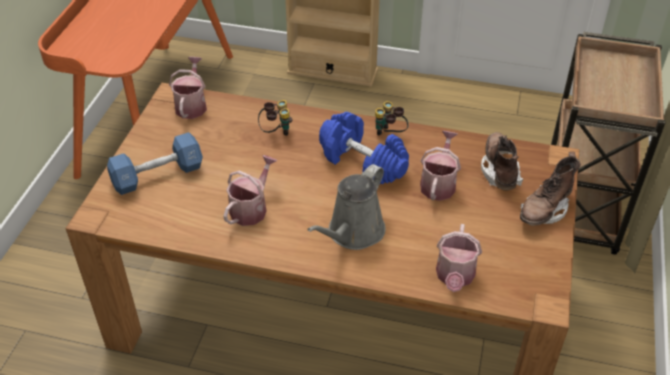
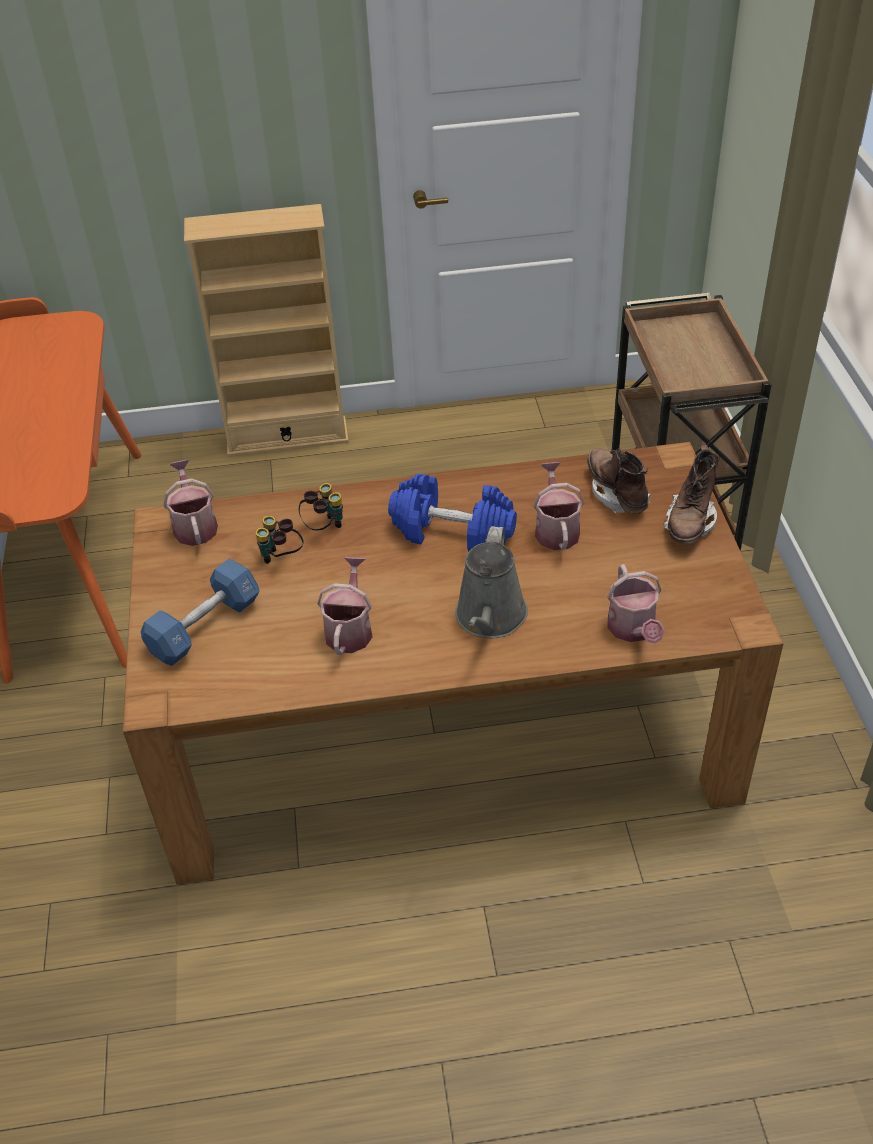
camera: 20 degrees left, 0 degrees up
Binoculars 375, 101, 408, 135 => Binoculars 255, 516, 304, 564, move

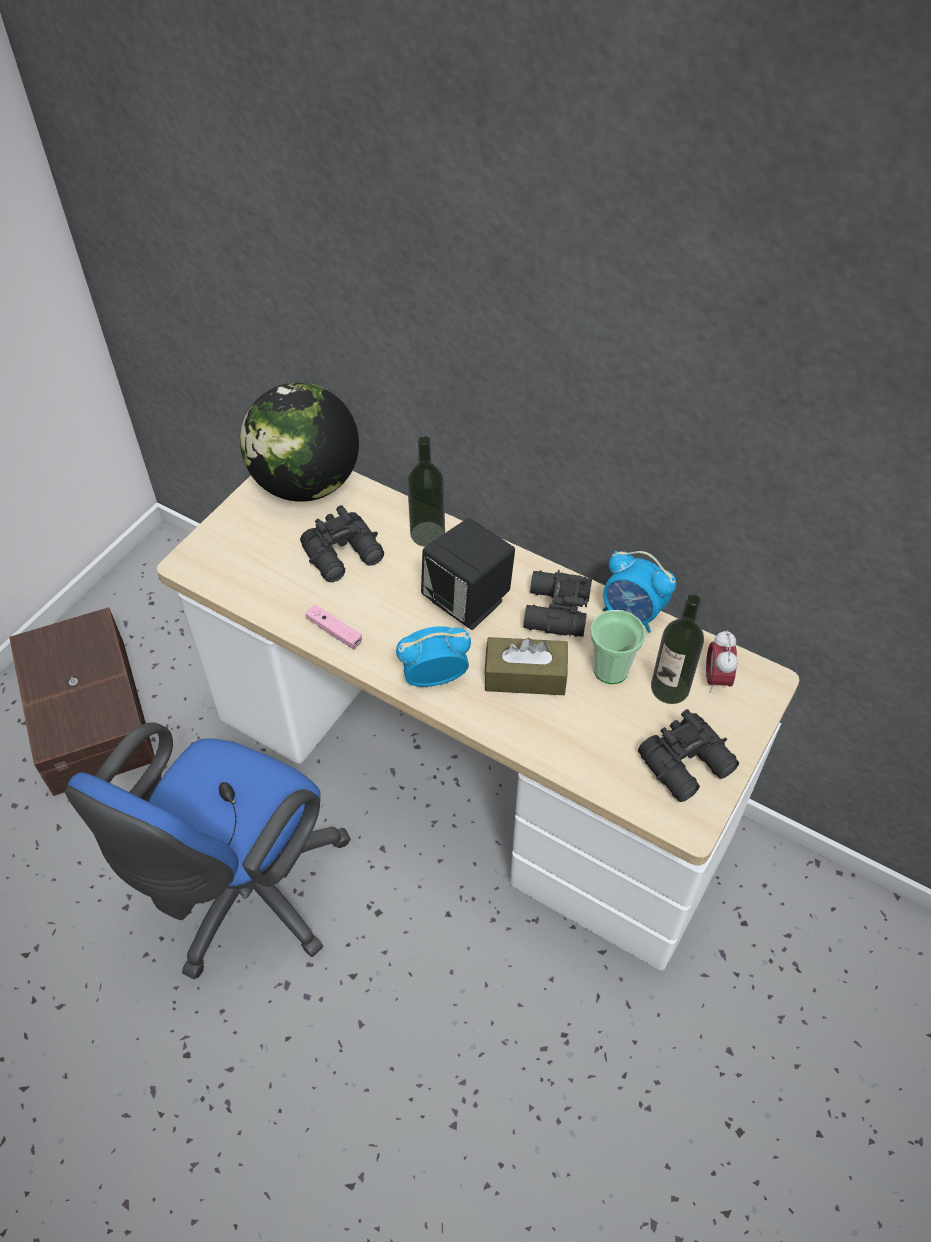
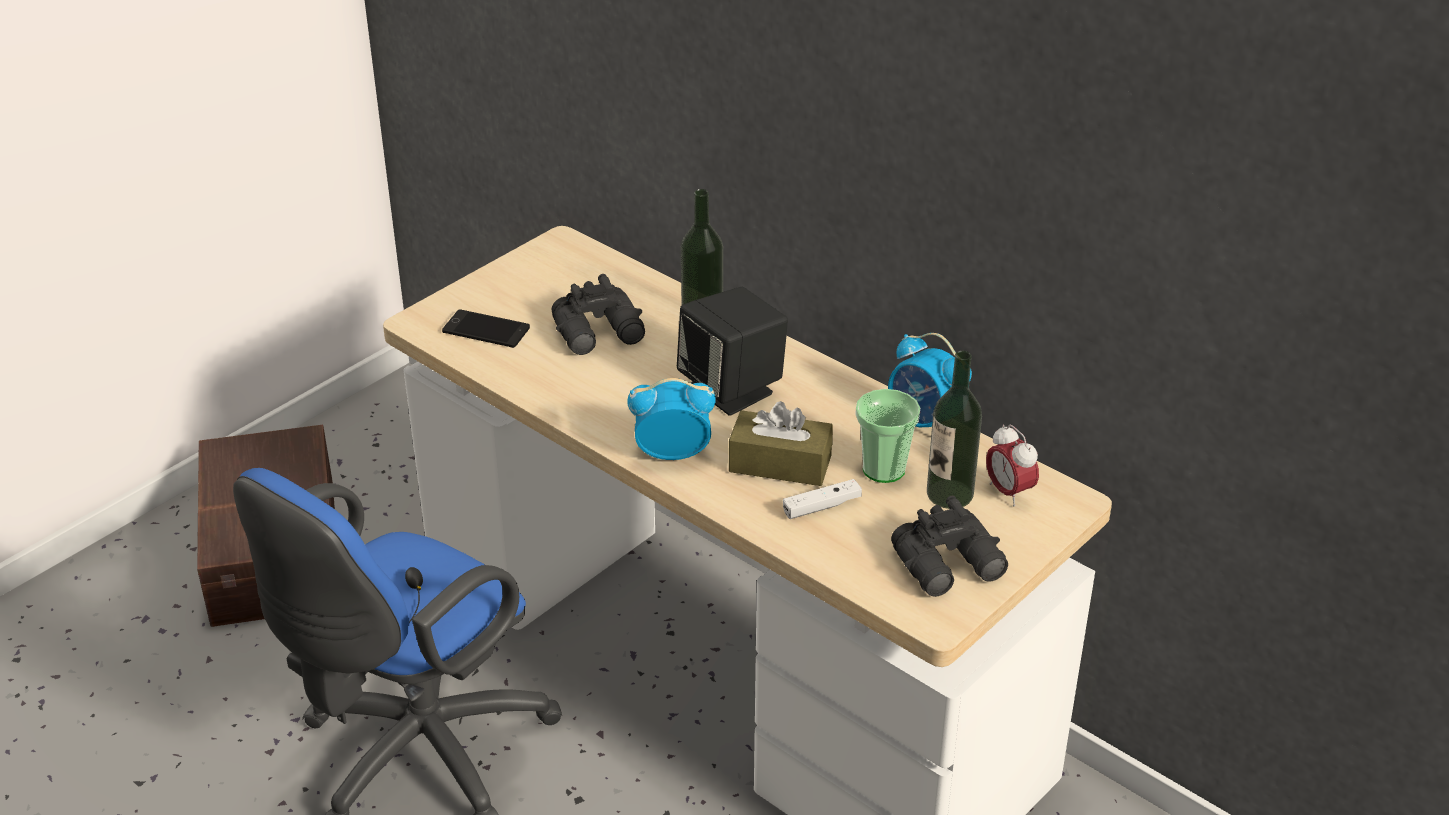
camera: 10 degrees right, 15 degrees down
Globe 240, 382, 359, 502 => nothing
PinkGameController 305, 605, 362, 649 => nothing
BlackBinoculars 523, 570, 592, 637 => nothing
AlarmClock 706, 630, 738, 693 => AlarmClock 986, 424, 1039, 506, 45 degrees counterclockwise
nothing => Phone 442, 310, 530, 348
nothing => WhiteGameController 783, 479, 862, 519

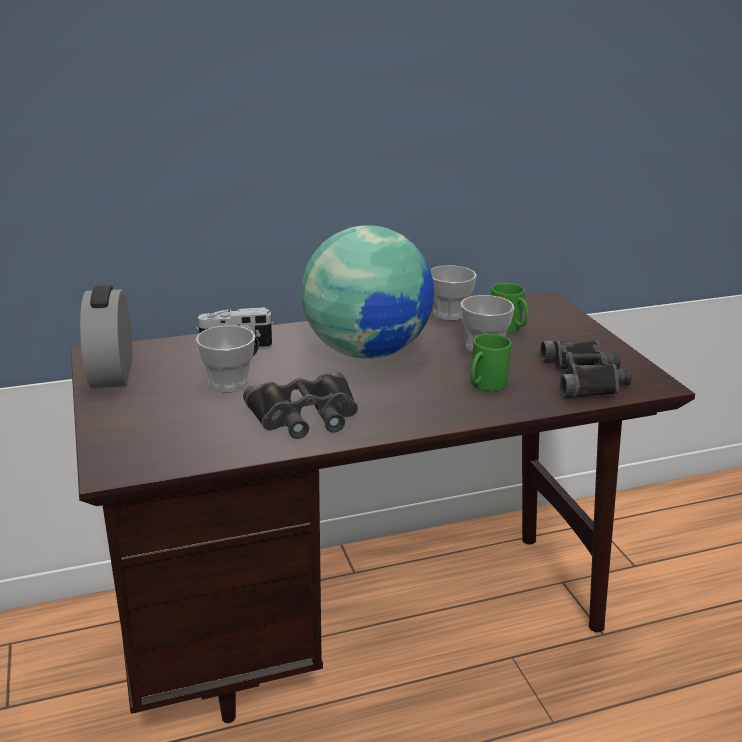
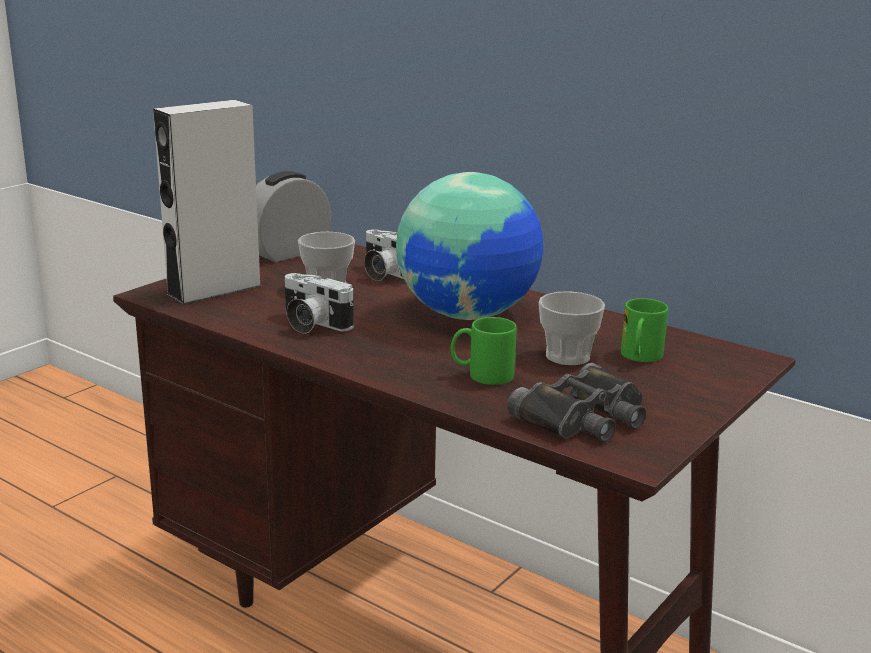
camera: 55 degrees right, 5 degrees down
BlackBinoculars 243, 372, 358, 439 => PhotoCamera 285, 273, 354, 334
Cup 430, 265, 477, 320 => nothing
nothing => GreySpeaker 153, 100, 262, 305

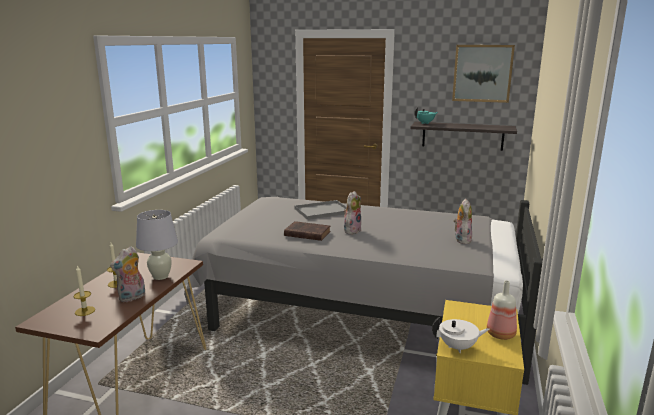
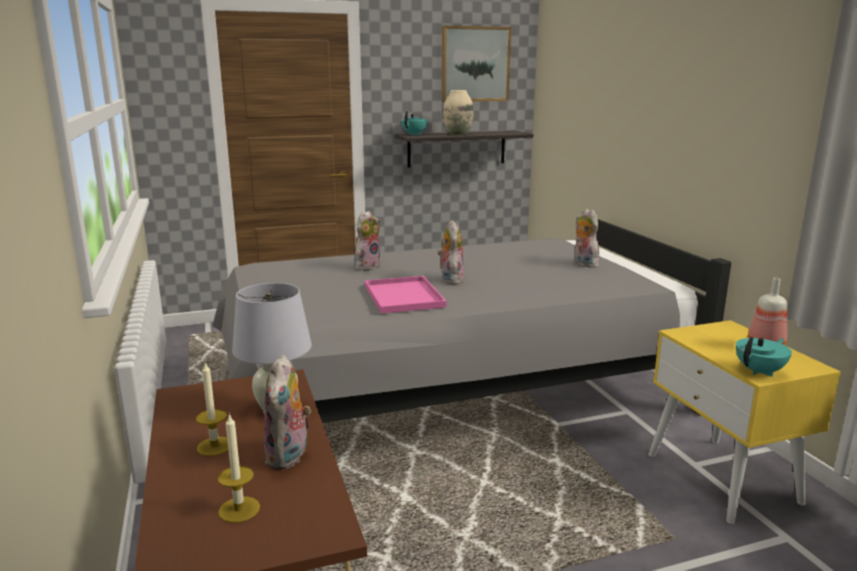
camera: 35 degrees left, 0 degrees up
BrownBook 284, 221, 331, 241 => PinkTray 365, 276, 447, 314
GreyTray 294, 200, 347, 220 => PlushToy 355, 211, 381, 271
WhiteTeapot 432, 317, 490, 353 => TurquoiseTeapot 736, 337, 792, 377
nothing => BeigeVase 443, 90, 474, 135

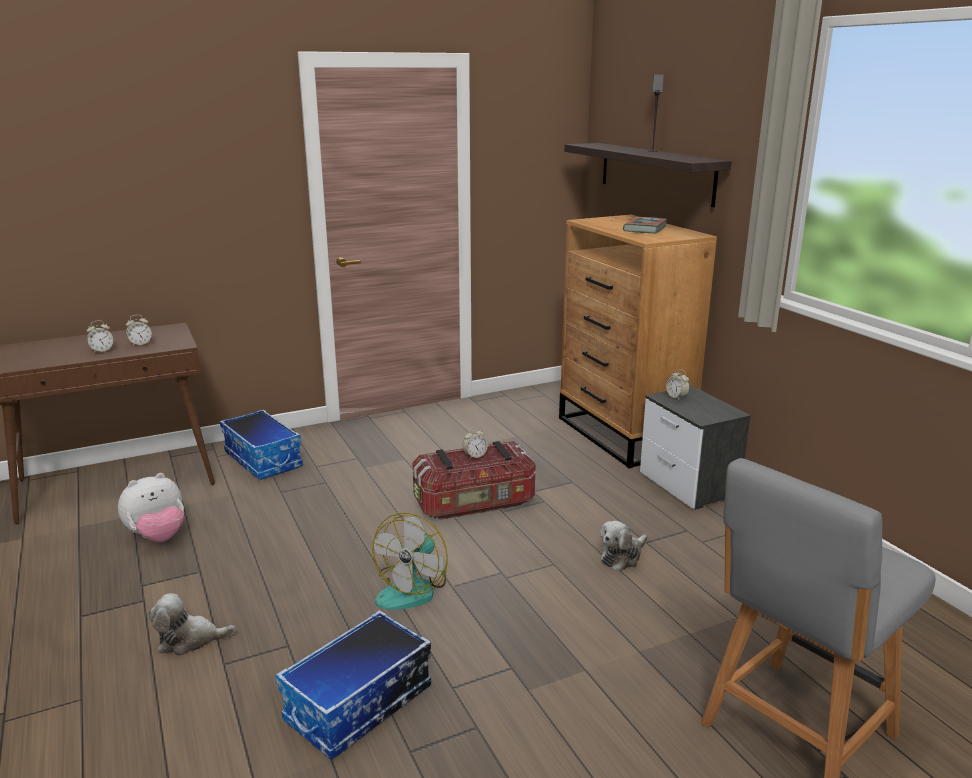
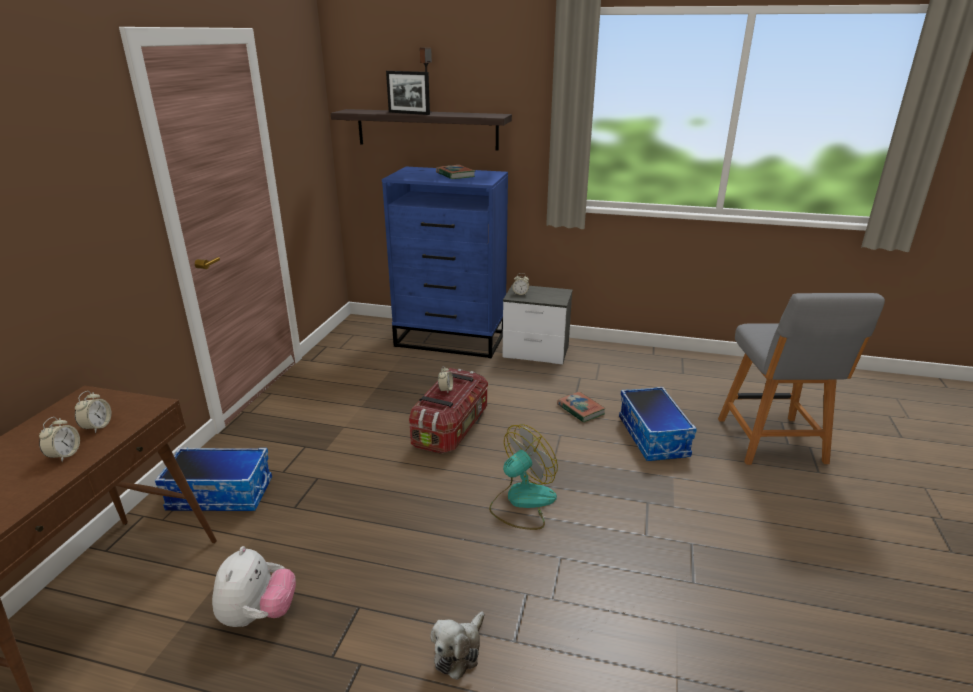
camera: 50 degrees left, 5 degrees up
StorageBox 276, 610, 431, 760 => StorageBox 619, 387, 697, 461, move
Fan 372, 513, 448, 610 => Fan 489, 424, 558, 530, 105 degrees counterclockwise
BrownDresser 559, 215, 717, 468 => BlueDresser 382, 167, 508, 358
PlushToy 600, 521, 648, 571 => Book 557, 391, 606, 422
nothing => PictureFrame 386, 71, 430, 115

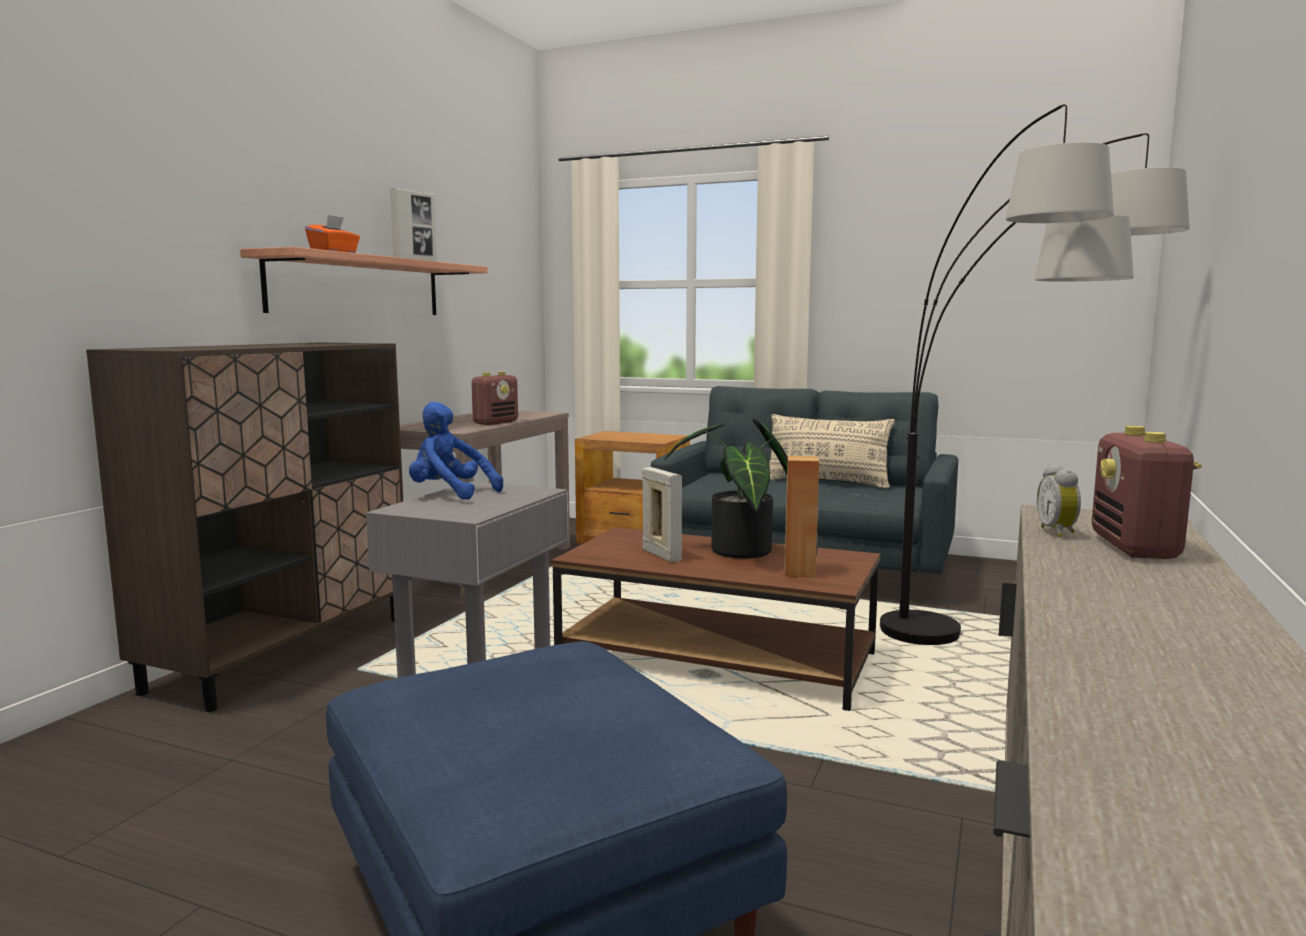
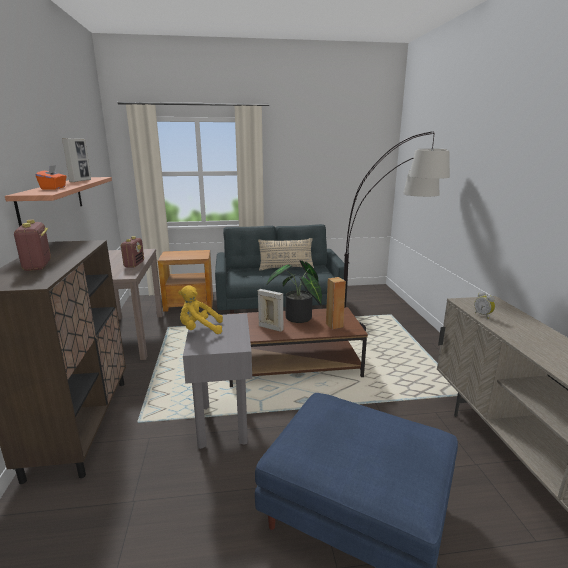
camera: 30 degrees left, 10 degrees up
BluePlushToy 409, 402, 503, 500 => YellowPlushToy 178, 285, 223, 334
Radio 1092, 426, 1202, 559 => Radio 14, 219, 51, 271, move

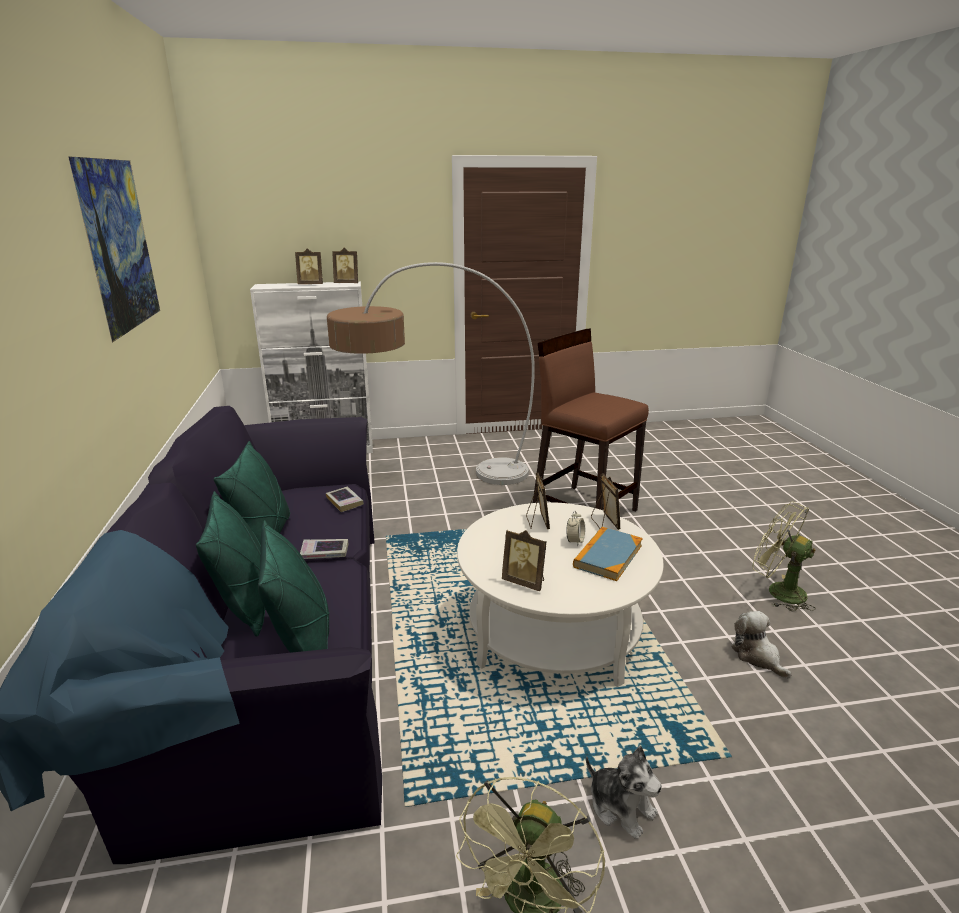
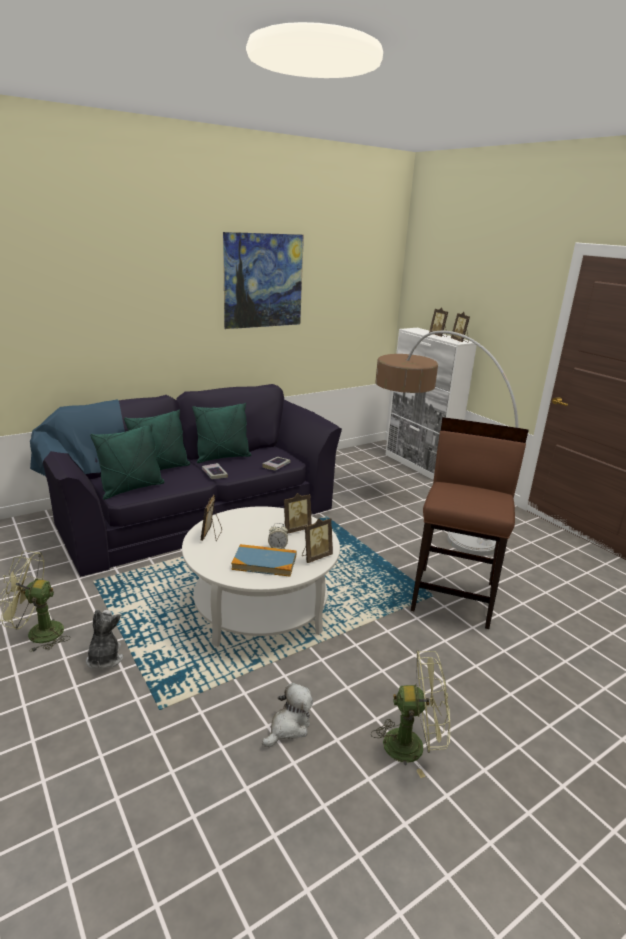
camera: 65 degrees right, 0 degrees up
PlushToy 586, 746, 662, 840 => PlushToy 86, 609, 123, 669, 150 degrees clockwise
GreenFan 753, 501, 816, 612 => GreenFan 371, 651, 450, 778, 75 degrees clockwise

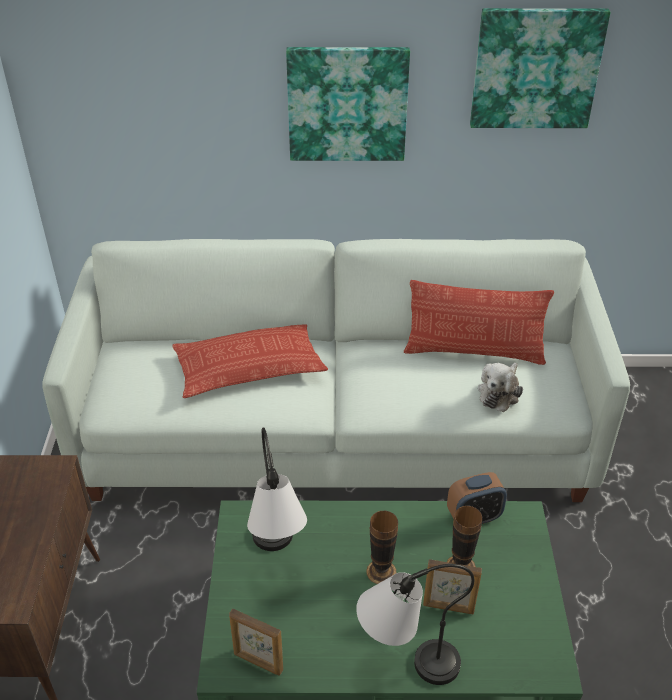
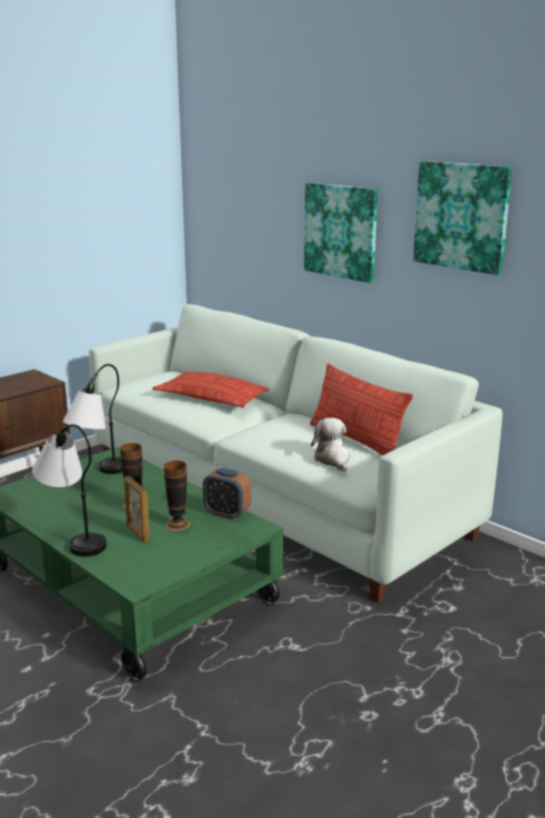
camera: 45 degrees right, 20 degrees down
PictureFrame 229, 608, 283, 675 => nothing
PlushToy 478, 363, 523, 412 => PlushToy 311, 418, 350, 472, 90 degrees clockwise

